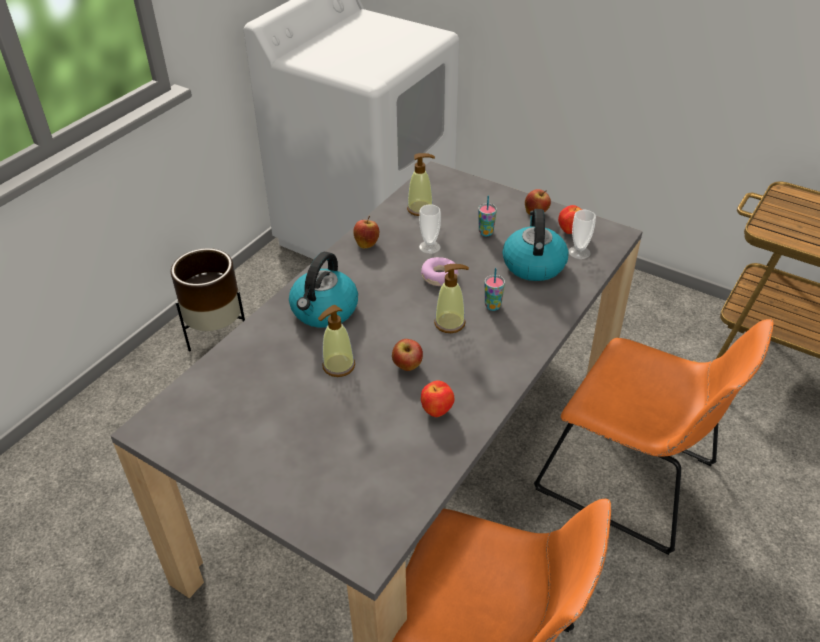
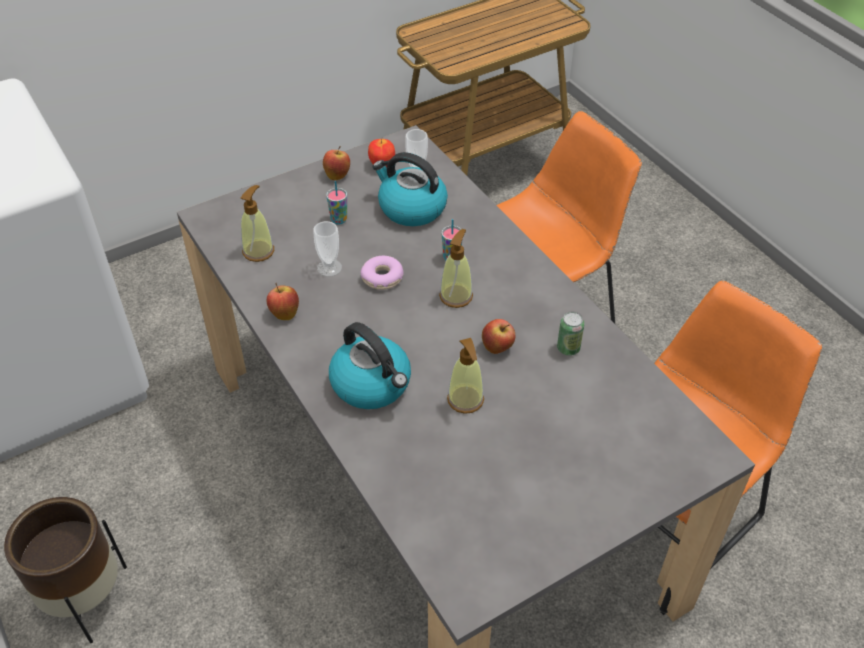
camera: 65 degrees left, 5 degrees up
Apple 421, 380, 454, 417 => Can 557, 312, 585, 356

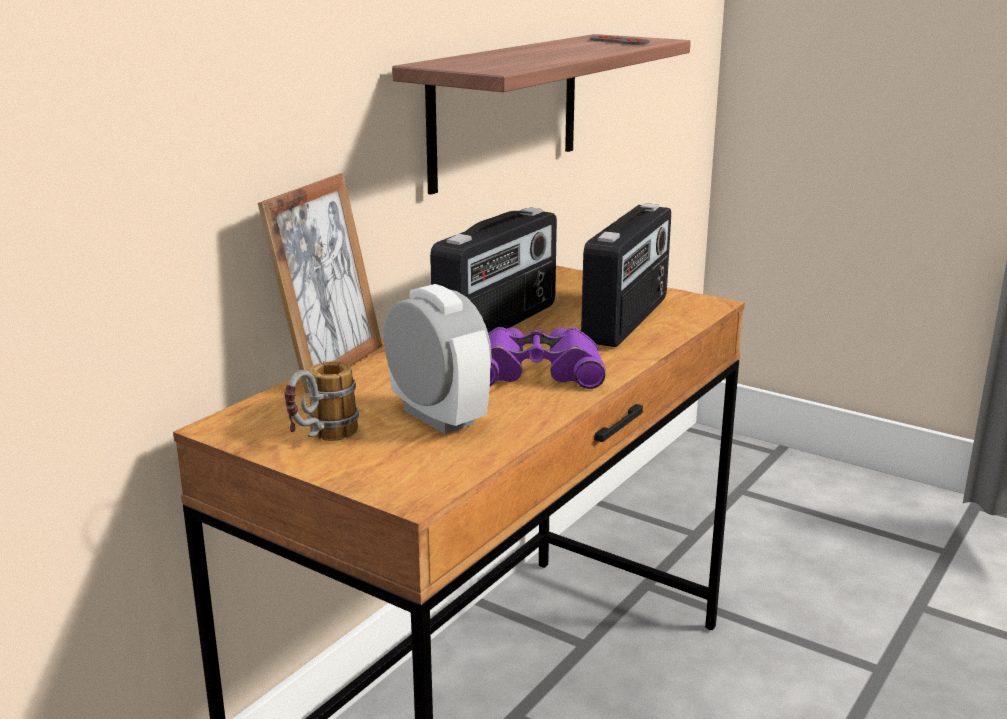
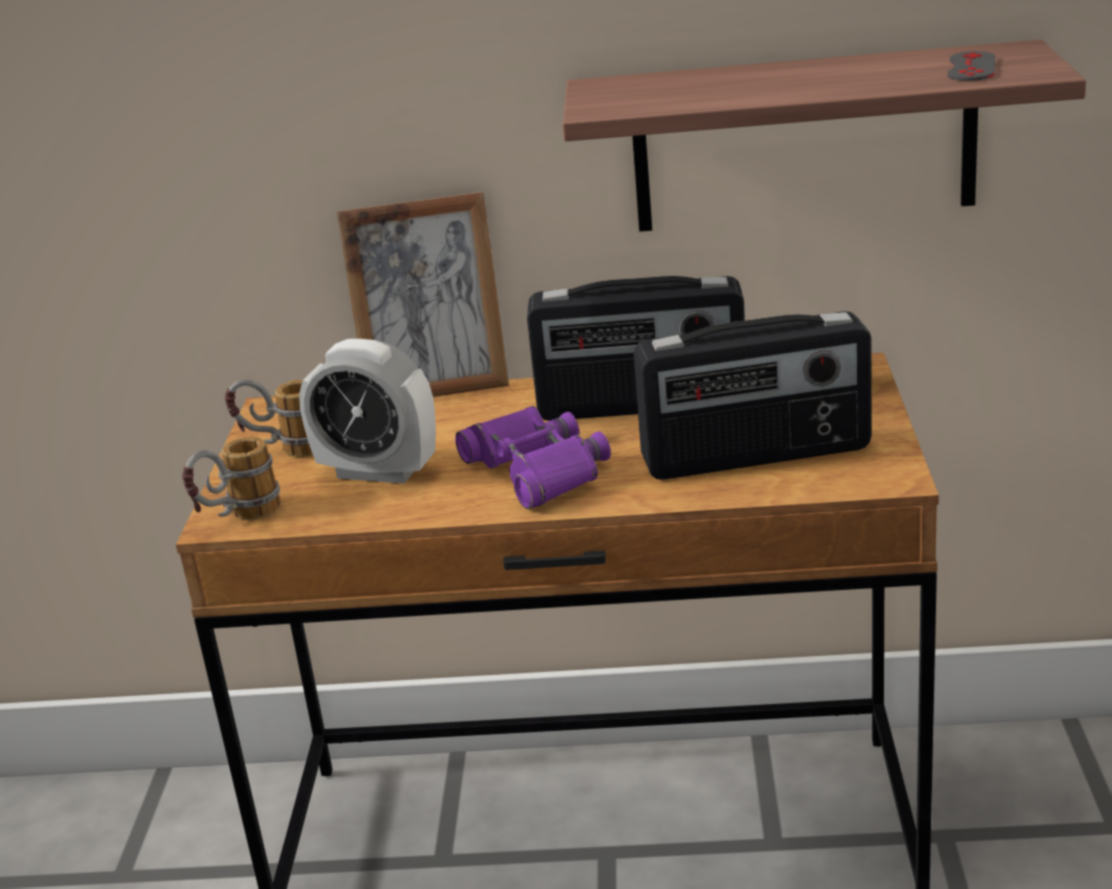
camera: 60 degrees right, 5 degrees up
AlarmClock 383, 284, 492, 434 => AlarmClock 299, 339, 436, 484, 90 degrees clockwise
nothing => Mug 182, 437, 281, 520

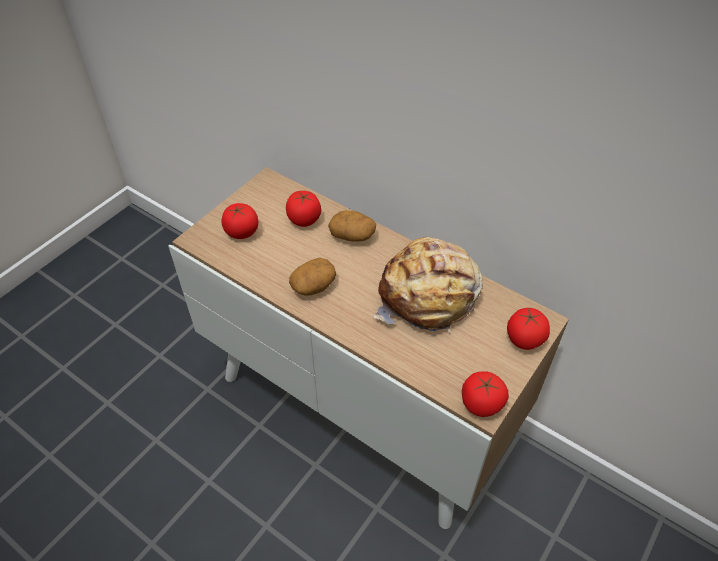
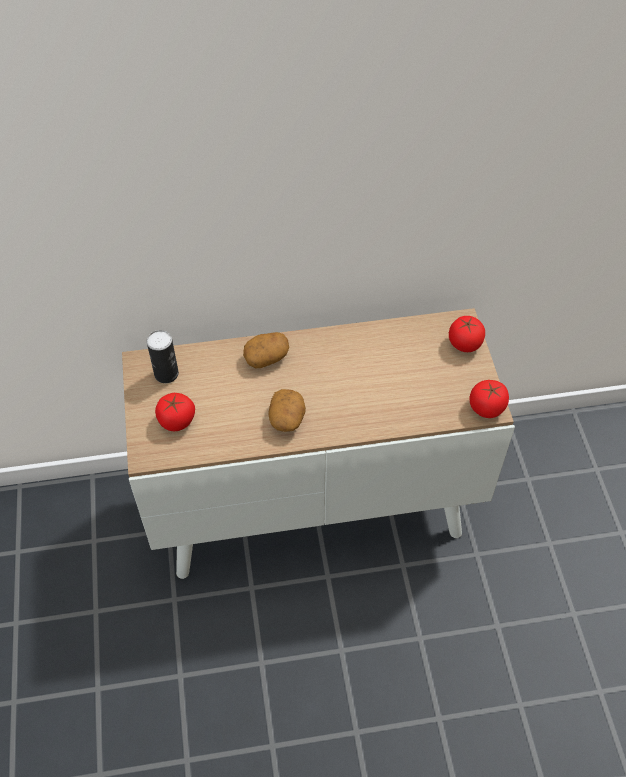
camera: 45 degrees left, 5 degrees up
Tomato 286, 191, 321, 227 => nothing
Bread 374, 237, 483, 332 => nothing
nothing => Can 147, 330, 179, 383

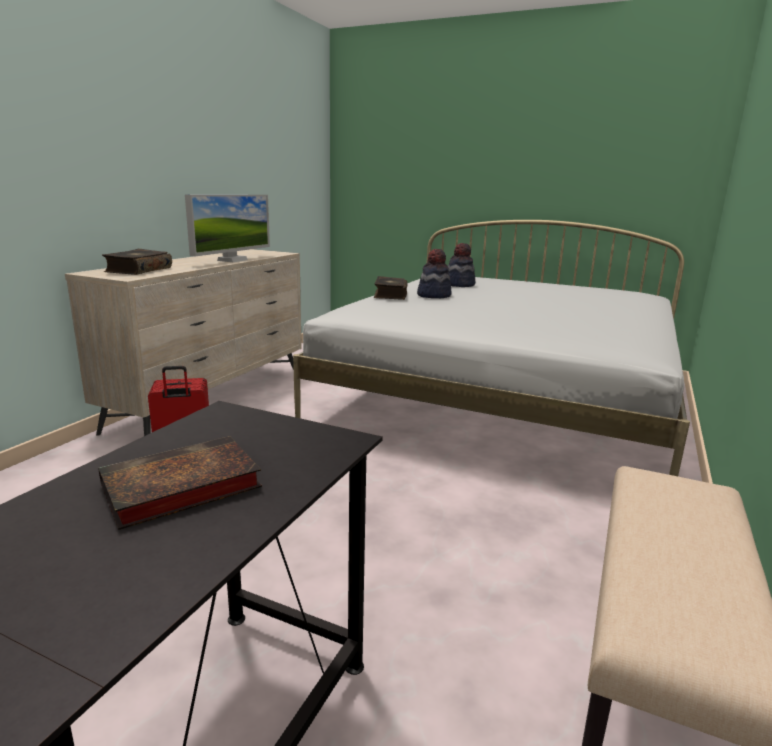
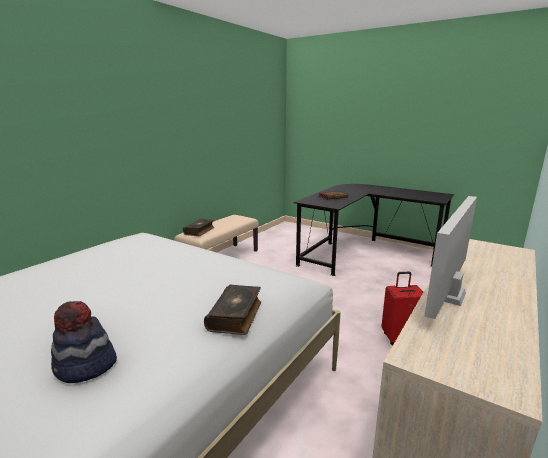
camera: 170 degrees left, 0 degrees up
Book 102, 249, 172, 275 => Book 183, 219, 214, 236, move
Hat 417, 249, 452, 298 => nothing

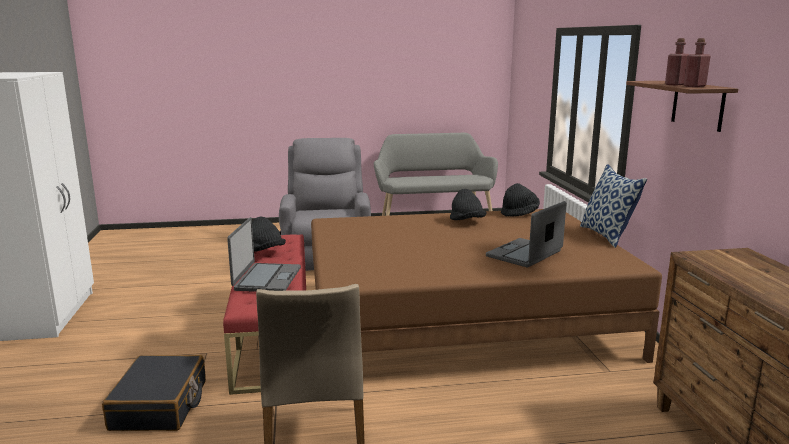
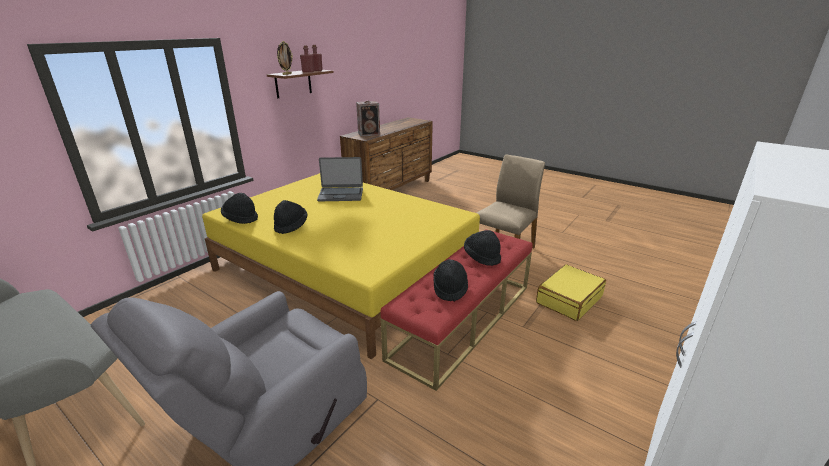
camera: 135 degrees left, 10 degrees up
BlackSuitcase 102, 355, 206, 431 => YellowSuitcase 536, 264, 606, 321
Laptop 227, 217, 301, 292 => BlackHat 464, 230, 501, 266
BrownBed 311, 209, 662, 363 => YellowBed 202, 173, 480, 360
Pillow 580, 164, 647, 248 => nothing
nothing => PictureFrame 277, 41, 293, 75
nothing => Speaker 356, 101, 380, 137

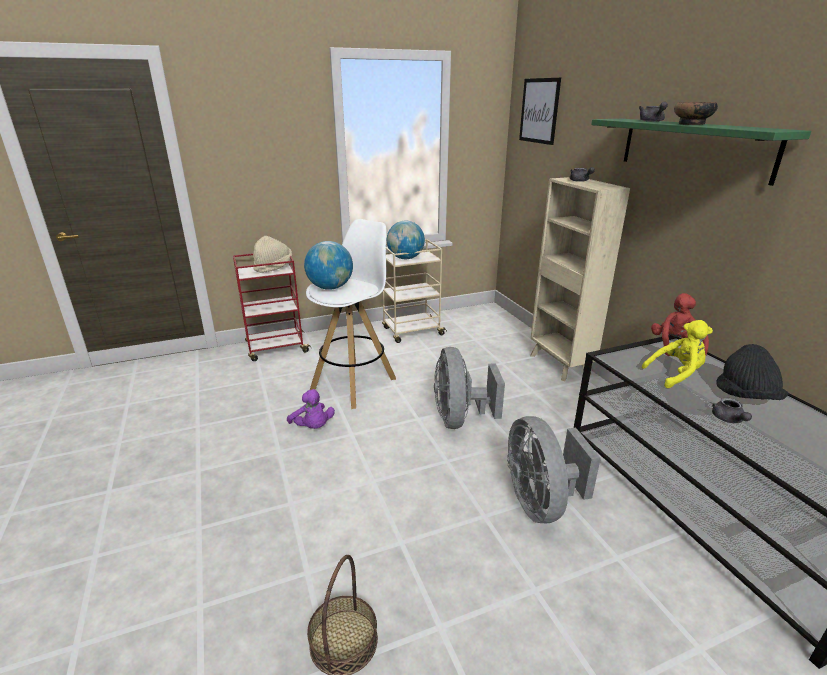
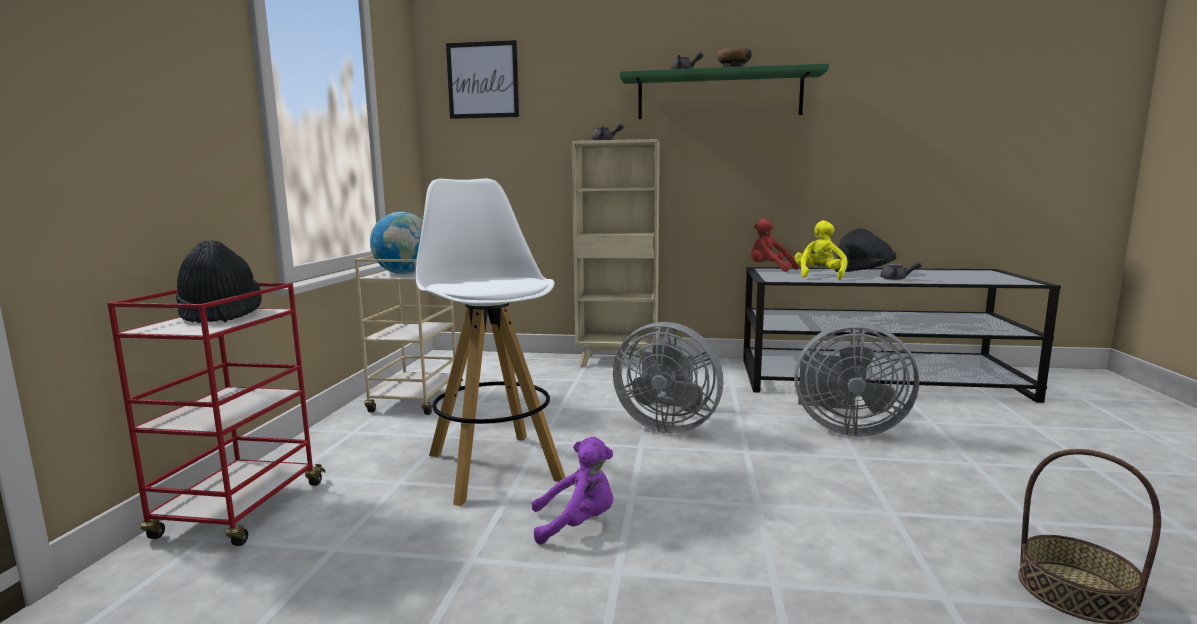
camera: 60 degrees left, 15 degrees down
BeigeHat 253, 236, 292, 273 => BlackHat 176, 240, 262, 323
Globe 304, 241, 353, 290 => nothing

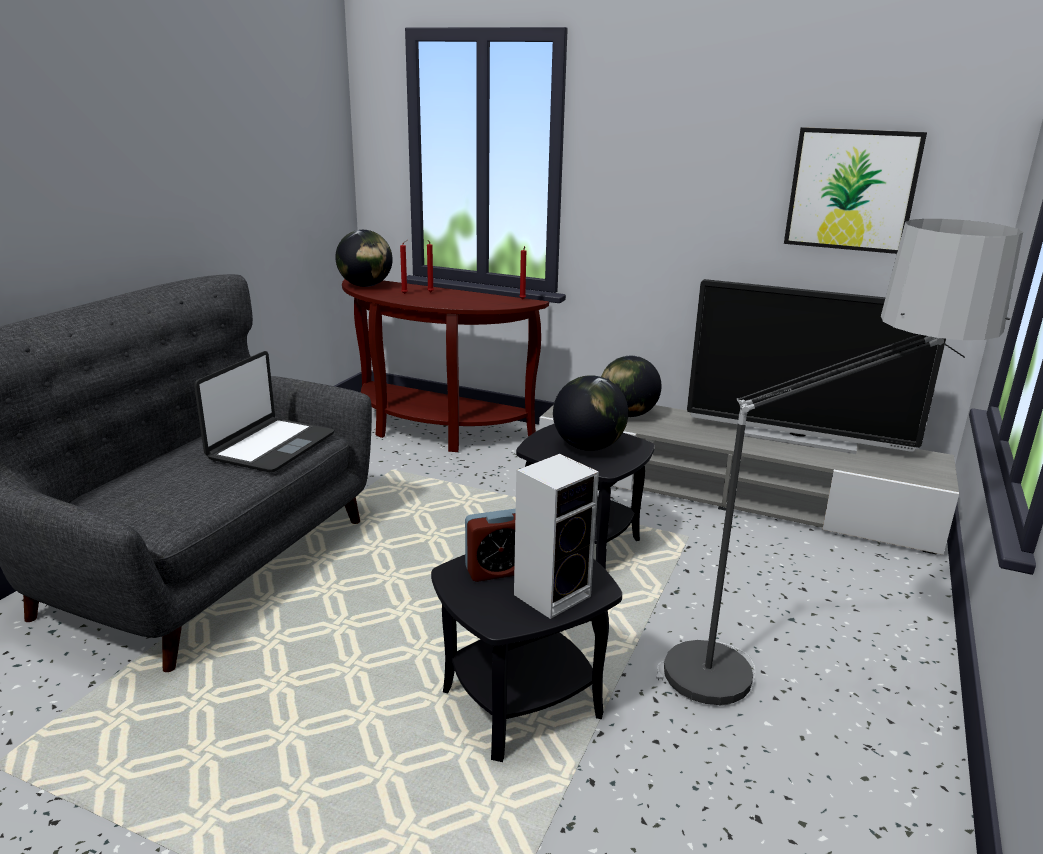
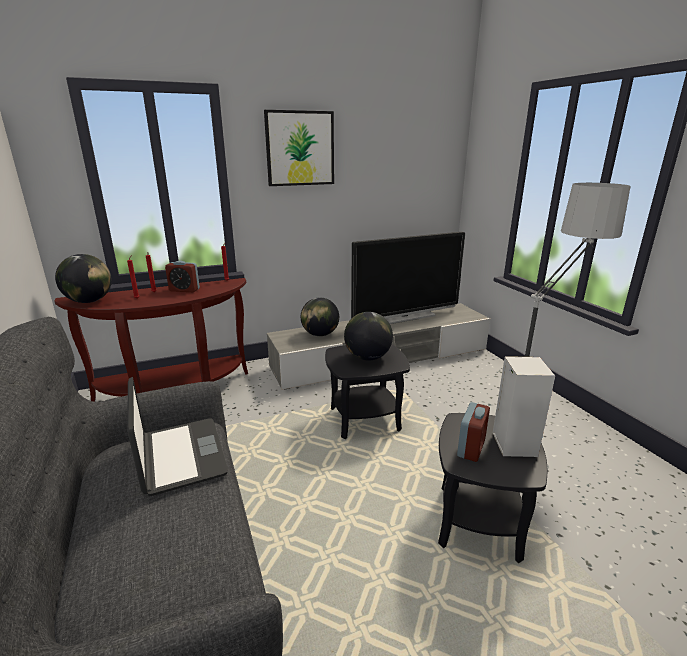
camera: 45 degrees left, 0 degrees up
Picture 784, 127, 927, 254 => Picture 264, 110, 334, 186, move
nothing => AlarmClock 165, 261, 200, 292

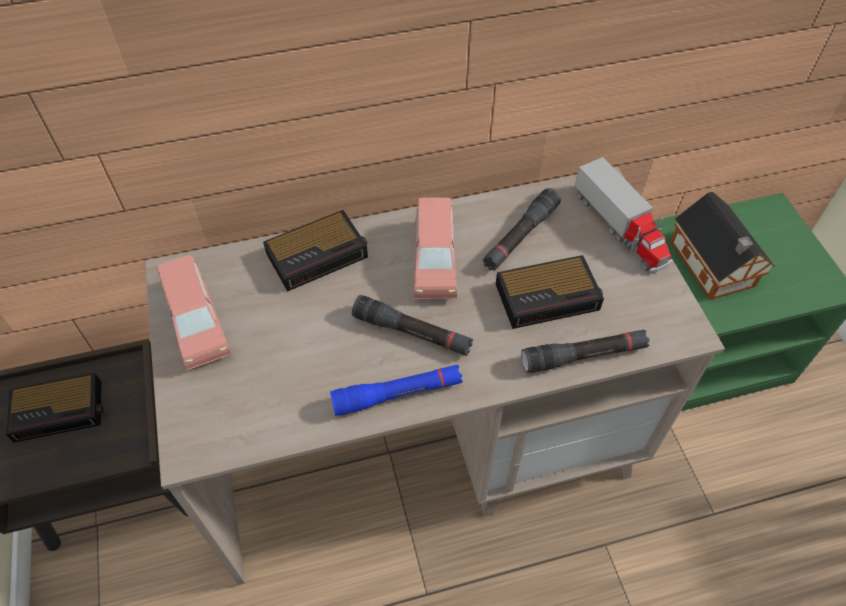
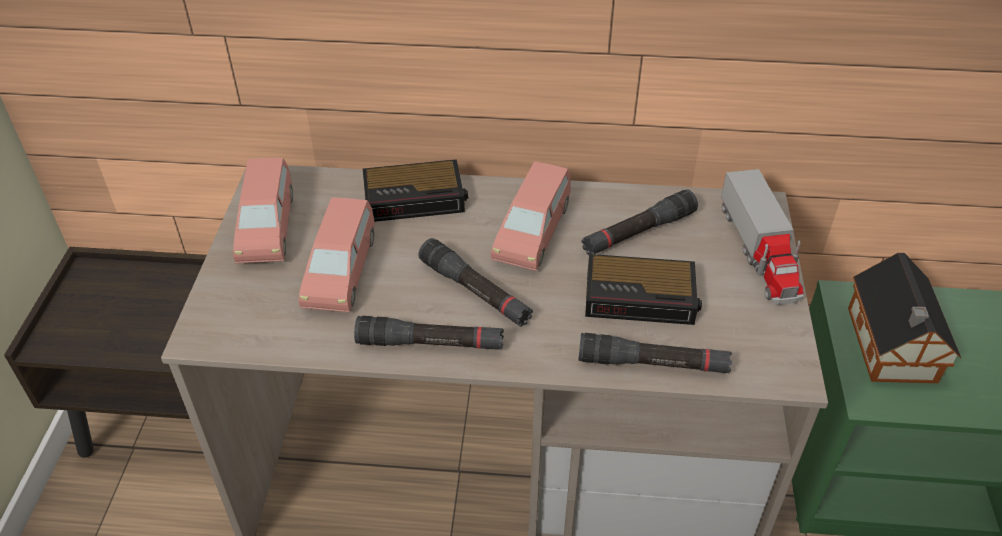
camera: 20 degrees right, 10 degrees down
AlarmClock 5, 373, 104, 442 => nothing
BlueFlashlight 330, 365, 463, 416 => BlackFlashlight 354, 316, 504, 350
nothing => PinkToyCar 299, 197, 375, 312

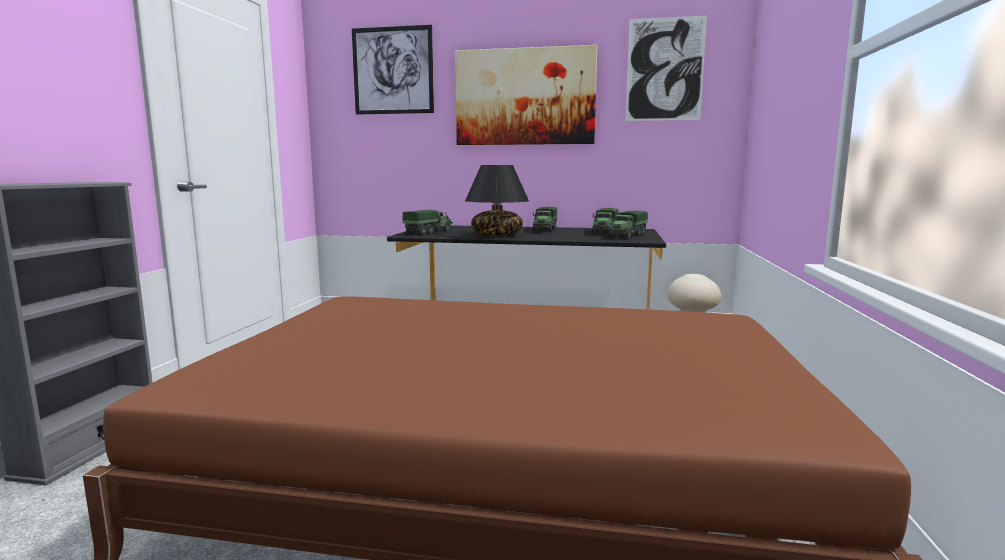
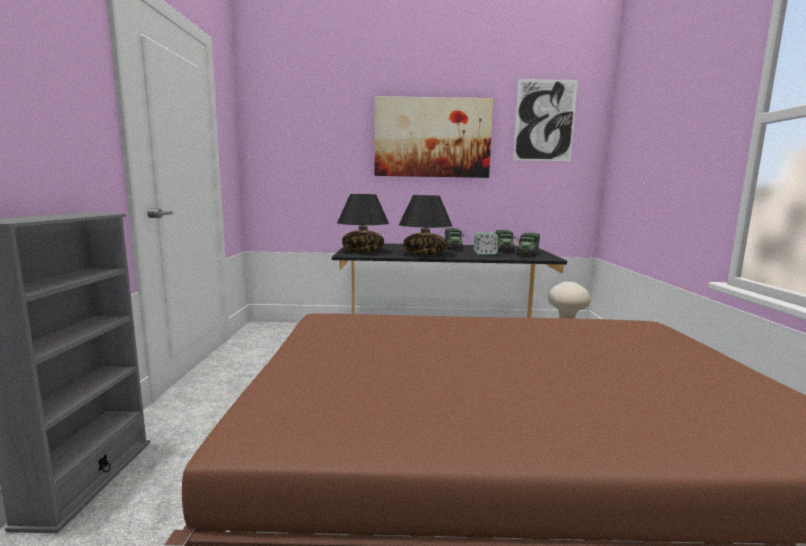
camera: 10 degrees left, 0 degrees up
Picture 352, 25, 434, 114 => nothing
ToyTruck 403, 210, 453, 235 => BlackTableLamp 337, 194, 389, 252
nothing => AlarmClock 474, 232, 499, 255

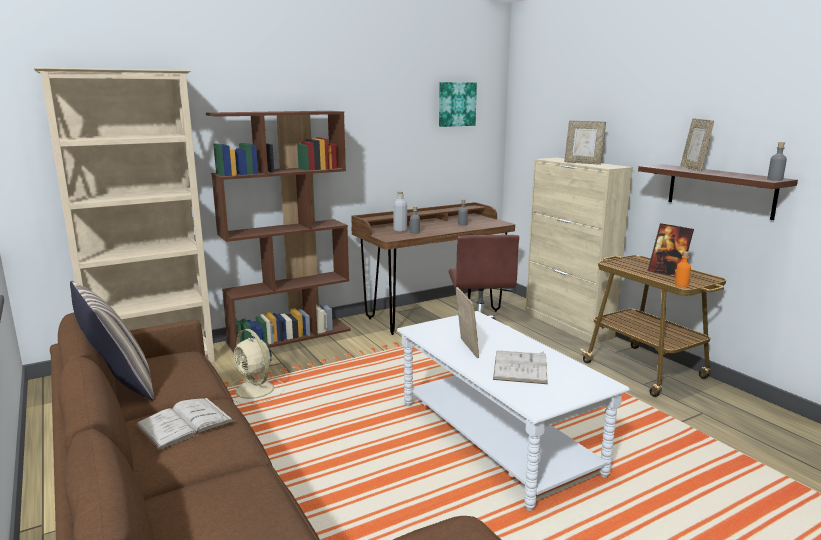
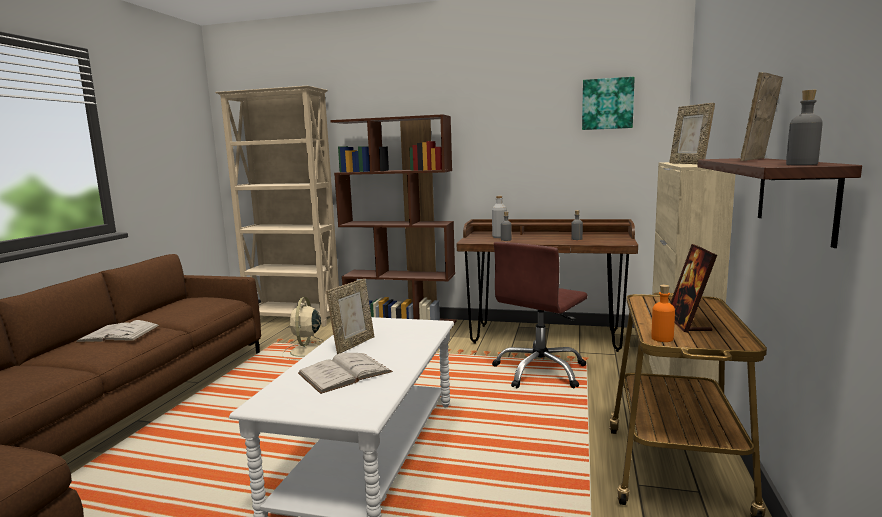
camera: 45 degrees right, 5 degrees down
Pillow 70, 281, 154, 400 => nothing

